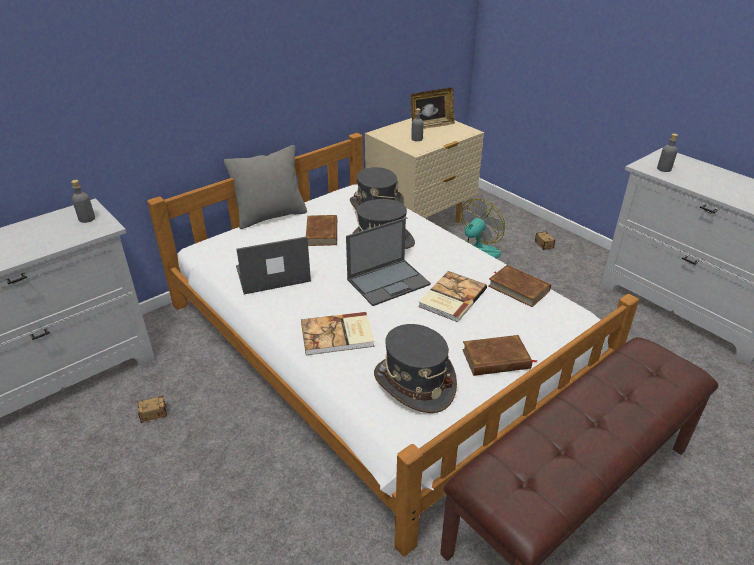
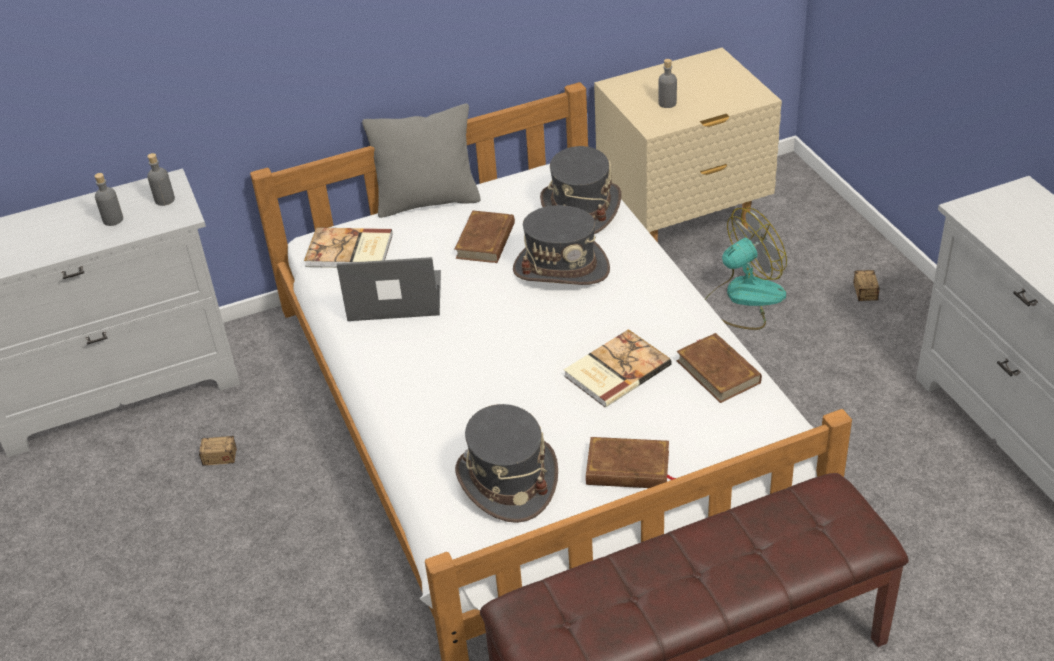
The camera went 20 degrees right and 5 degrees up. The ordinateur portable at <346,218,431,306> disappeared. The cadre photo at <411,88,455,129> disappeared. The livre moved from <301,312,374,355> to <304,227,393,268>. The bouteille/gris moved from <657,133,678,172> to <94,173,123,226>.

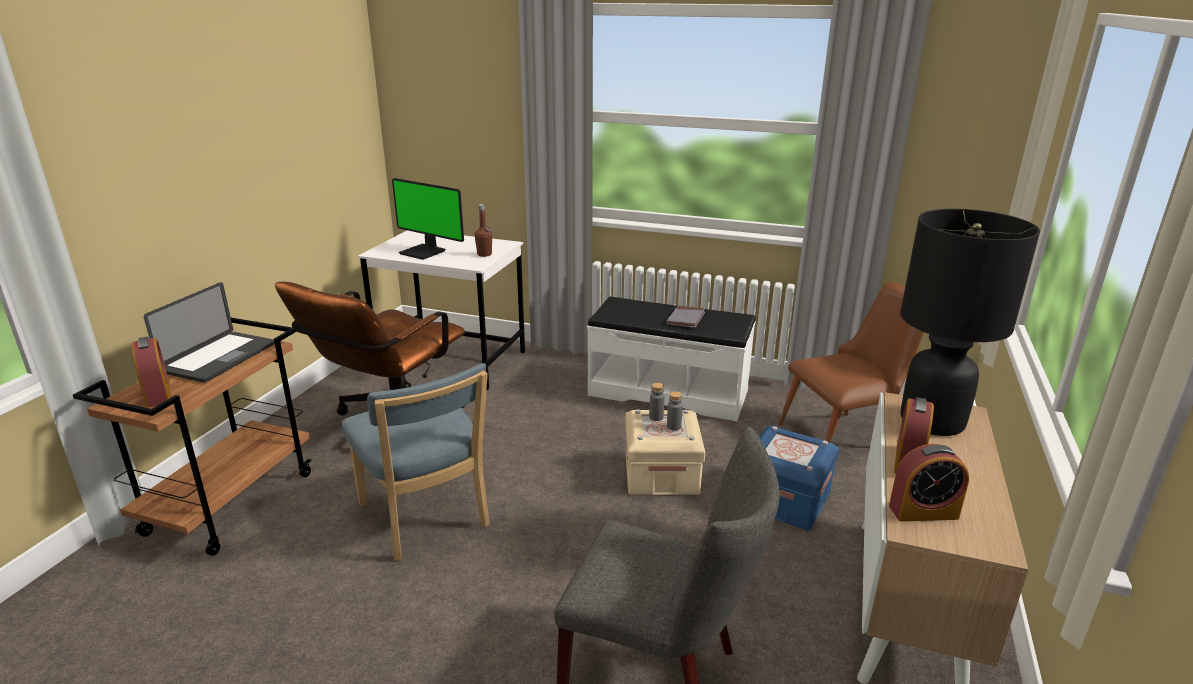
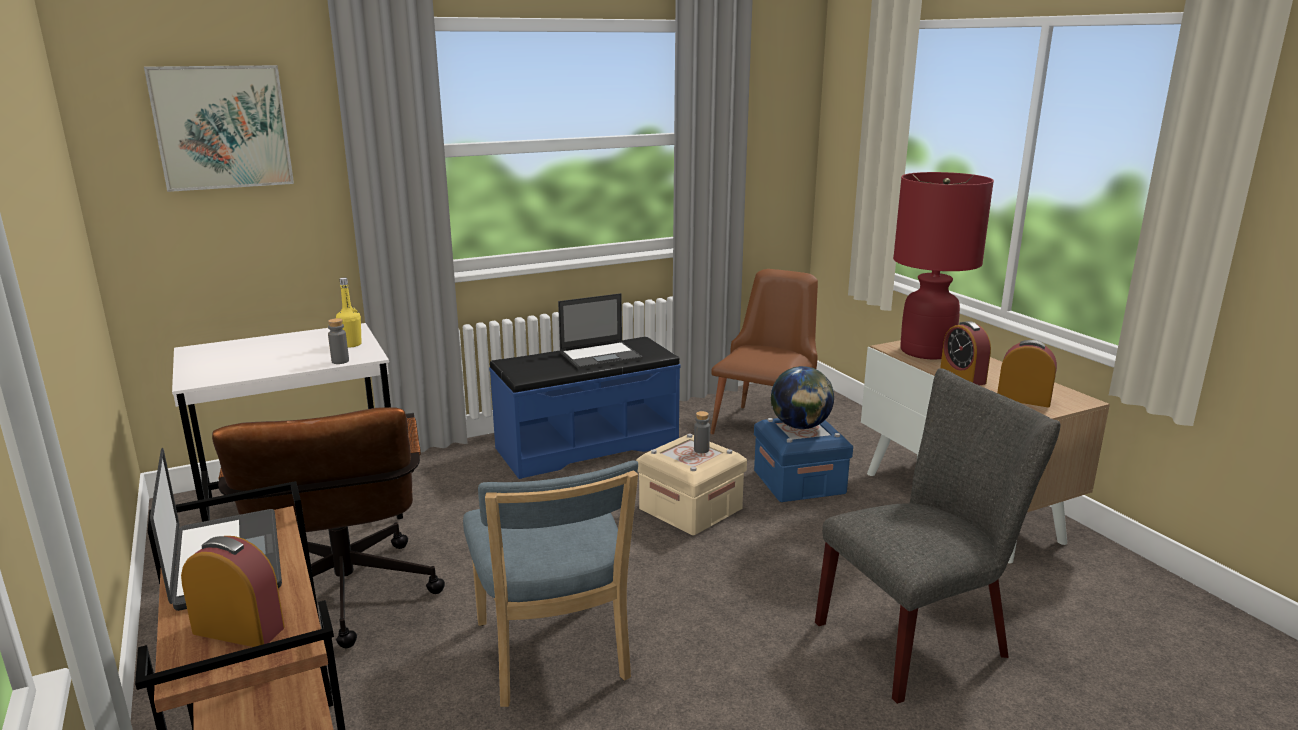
The camera went 45 degrees left and 5 degrees down. The écran d'ordinateur at <392,178,464,260> disappeared. The tableau at <144,65,294,192> appeared. The globe at <771,366,834,429> appeared. The bouteille/gris moved from <649,383,665,421> to <328,318,349,364>. The livre/gris at <666,306,705,328> was replaced by the ordinateur portable at <558,293,643,370>. The bouteille/marron at <474,204,492,257> became the bouteille/jaune at <336,278,361,347>. The banc/blanc at <587,296,756,422> became the banc/bleu at <489,337,681,479>. The lampe de table/noir at <900,209,1040,436> became the lampe de table/rouge at <893,172,994,359>. The chaise/bleu at <342,363,490,561> turned 60 degrees clockwise. The réveil at <889,444,969,522> turned 105 degrees counterclockwise.

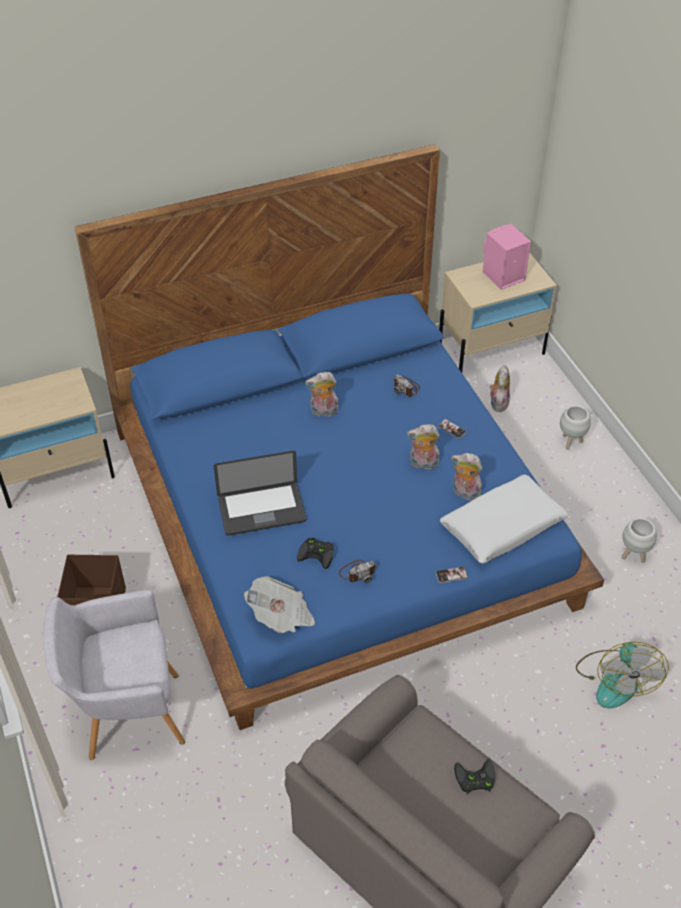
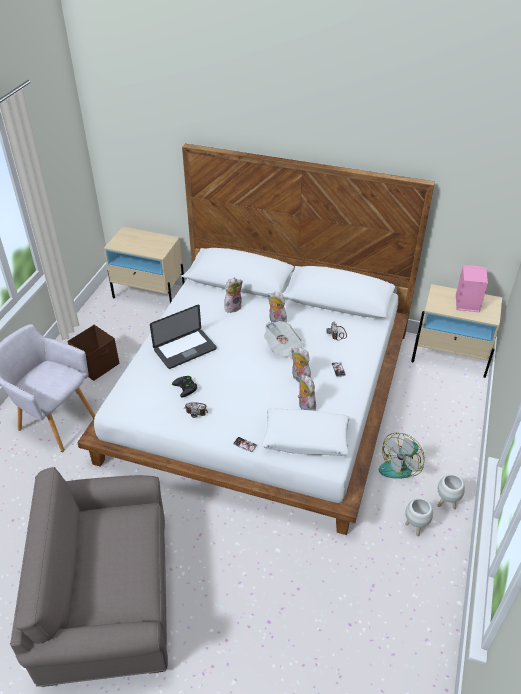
The camera went 40 degrees right and 5 degrees down. The manette/noir at <454,759,495,794> disappeared. The journal moved from <244,576,315,634> to <264,321,304,360>. The peluche moved from <489,365,510,412> to <224,278,243,313>. The cache-pot/blanc moved from <560,406,591,450> to <437,474,465,509>. The ventilateur moved from <576,642,669,709> to <379,433,425,479>. The lit/bleu at <75,144,604,730> became the lit/blanc at <77,144,435,535>. The ordinateur portable at <214,451,306,536> turned 60 degrees counterclockwise.

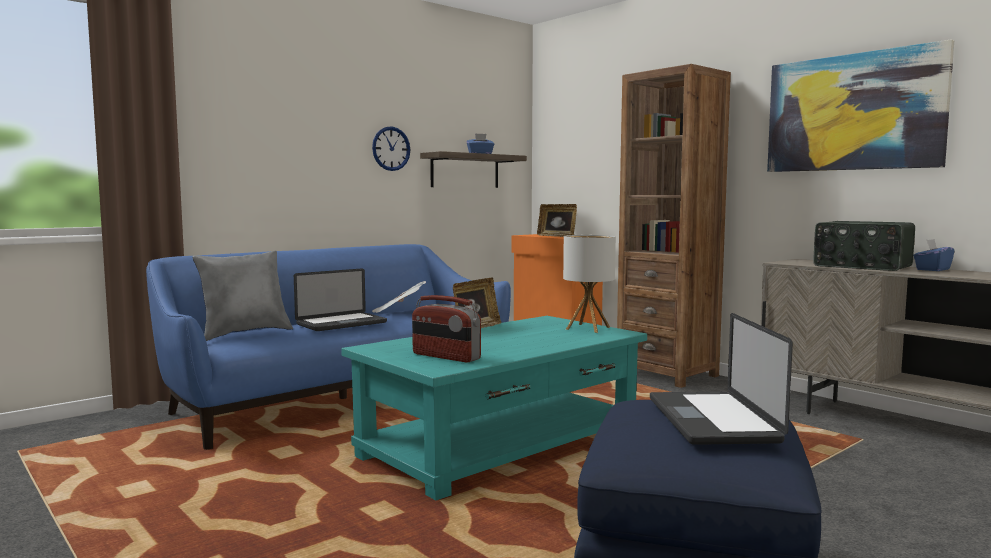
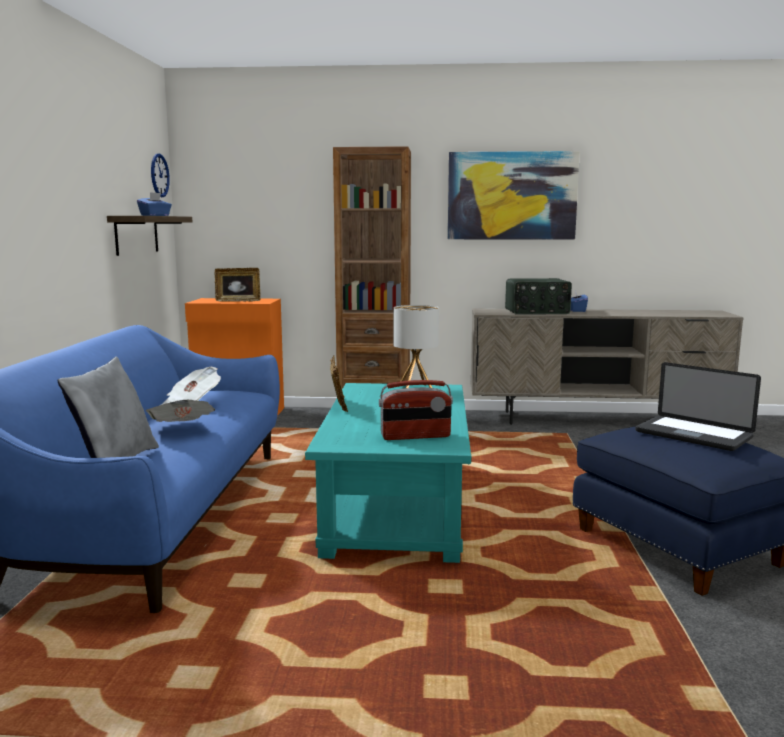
The camera went 45 degrees left and 5 degrees up. The horloge murale moved from <372,126,410,171> to <151,153,170,197>. The ordinateur portable at <294,269,387,331> was replaced by the journal at <145,400,215,422>.

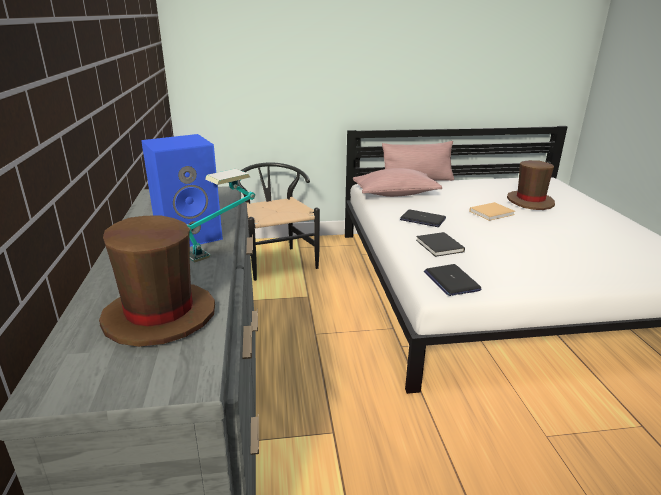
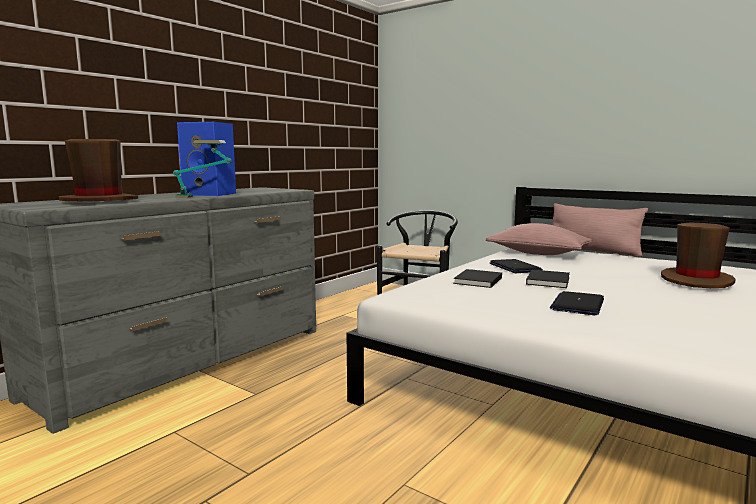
The camera went 45 degrees right and 15 degrees down. The livre/beige at <469,202,515,221> disappeared. The livre/noir at <526,270,570,288> appeared. The ordinateur portable moved from <424,264,482,296> to <550,291,604,315>.

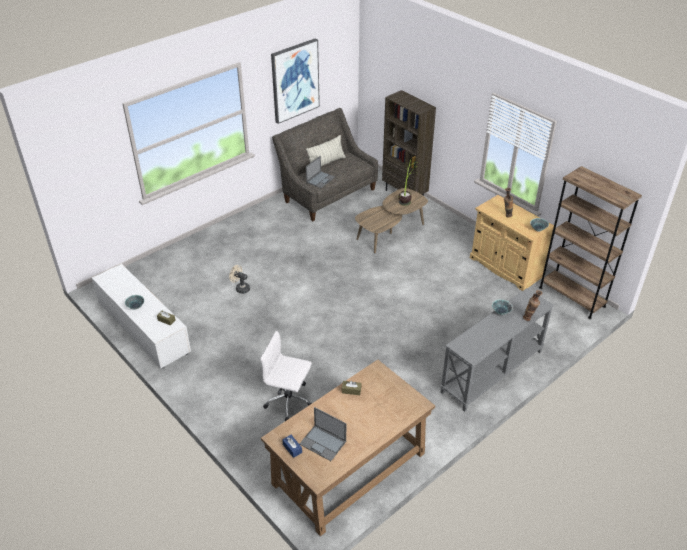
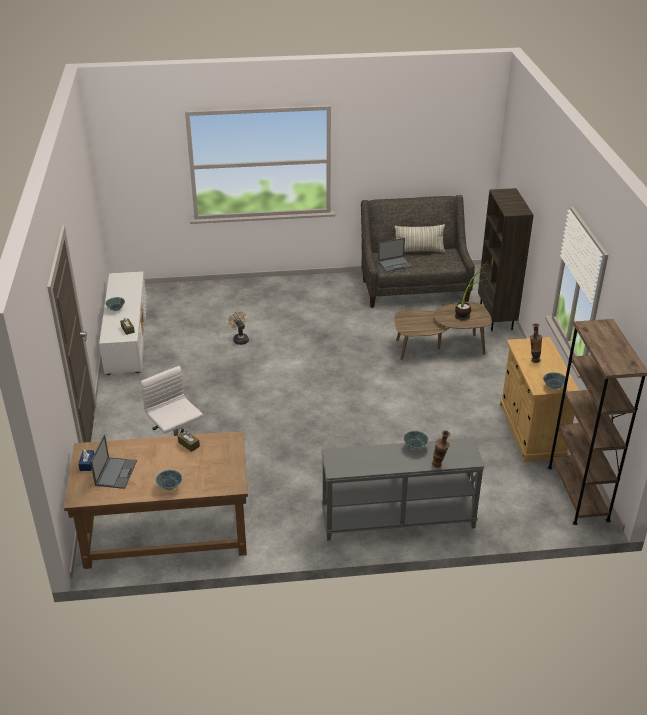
The camera went 35 degrees right and 5 degrees down. The tableau at <271,38,320,124> disappeared. The bol at <155,469,183,490> appeared. The ordinateur portable at <300,407,346,461> turned 150 degrees counterclockwise.

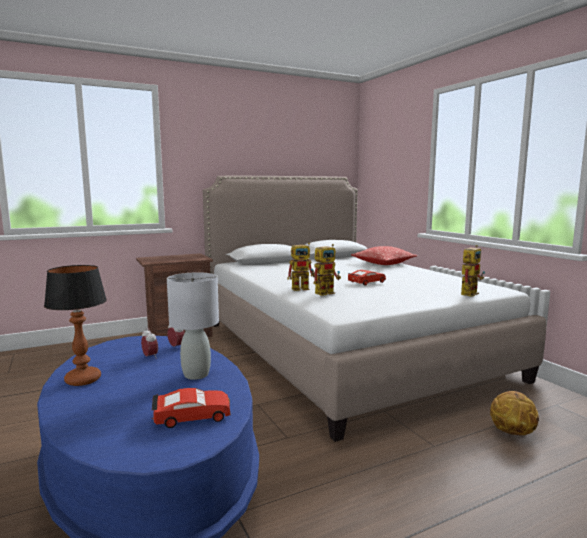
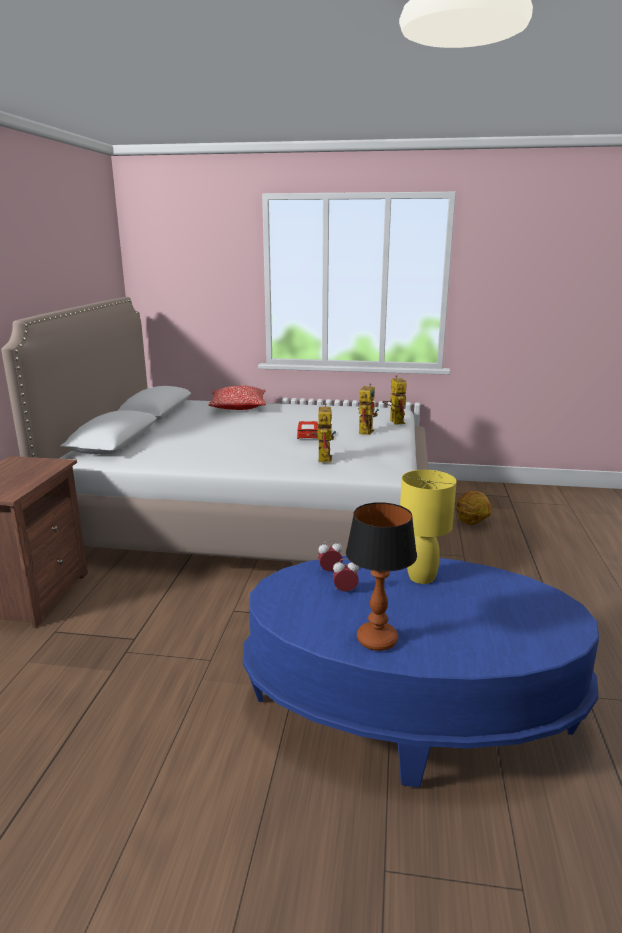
The camera went 55 degrees left and 10 degrees up. The petite voiture/rouge at <152,388,231,428> disappeared. The robot jouet moved from <287,243,315,291> to <358,383,379,435>. The lampe de table/gris at <167,272,219,380> became the lampe de table/jaune at <400,470,457,584>.

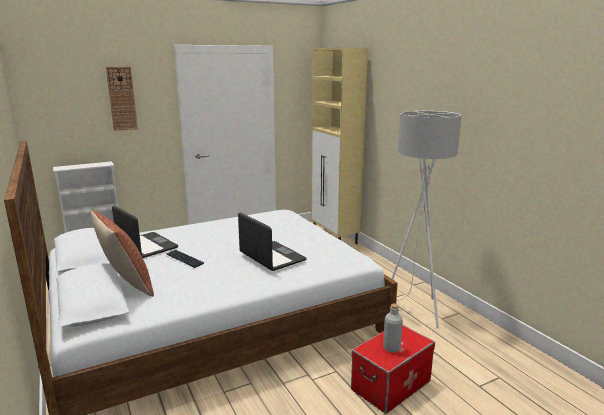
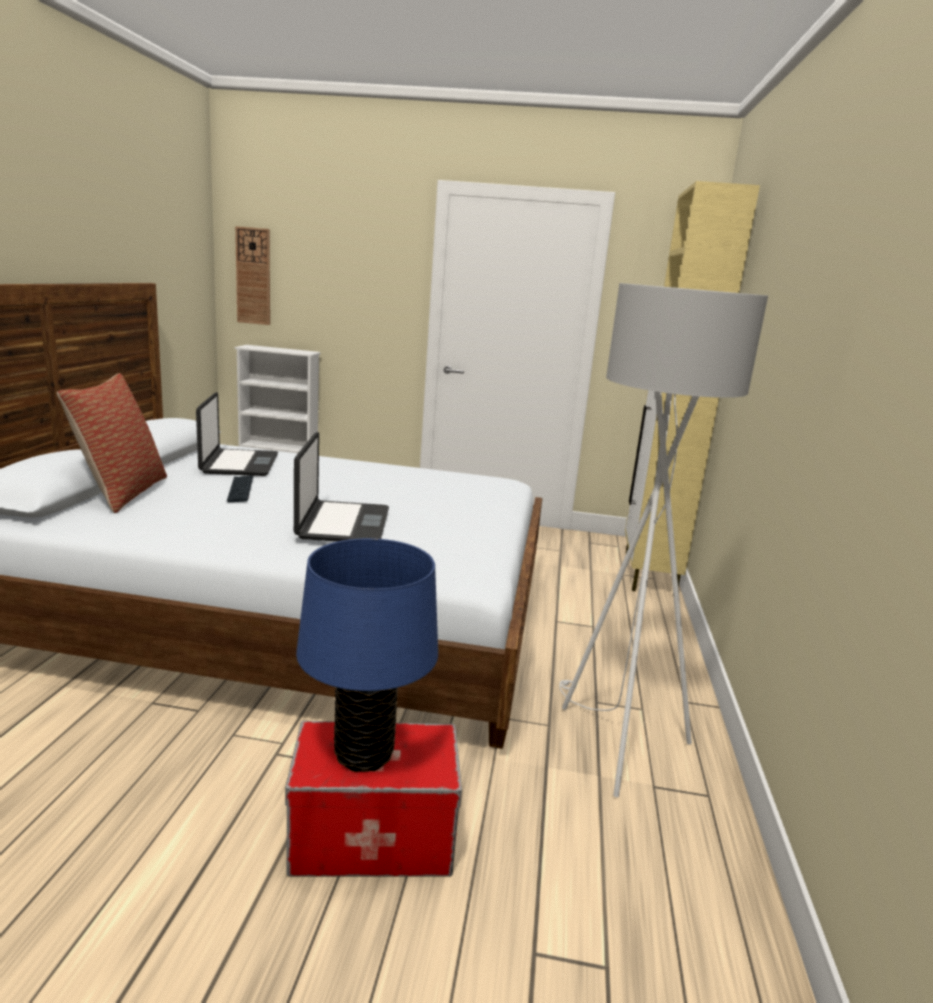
The camera went 35 degrees right and 0 degrees up. The horloge murale moved from <106,66,138,131> to <235,226,270,325>. The bouteille/gris at <383,303,403,352> was replaced by the lampe de table/bleu at <296,538,438,772>.

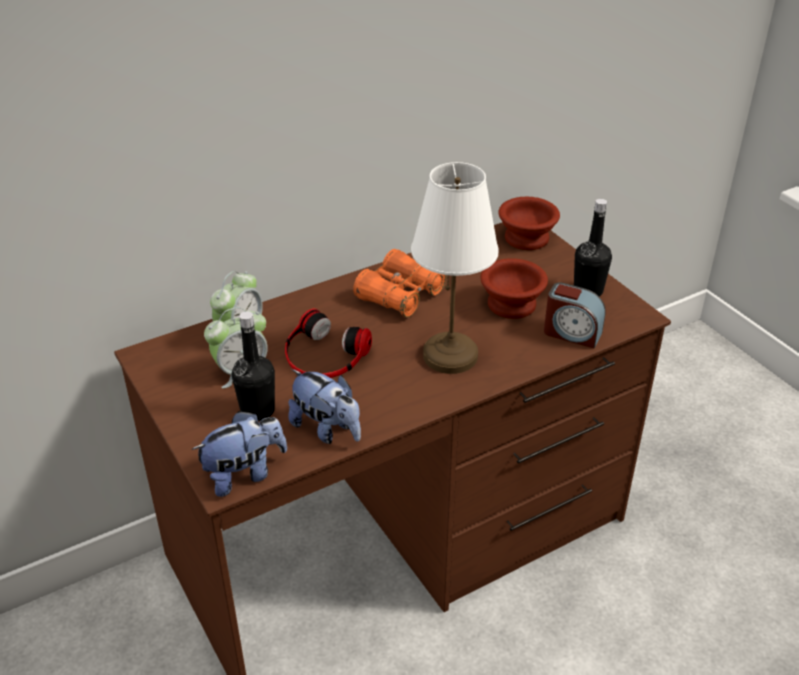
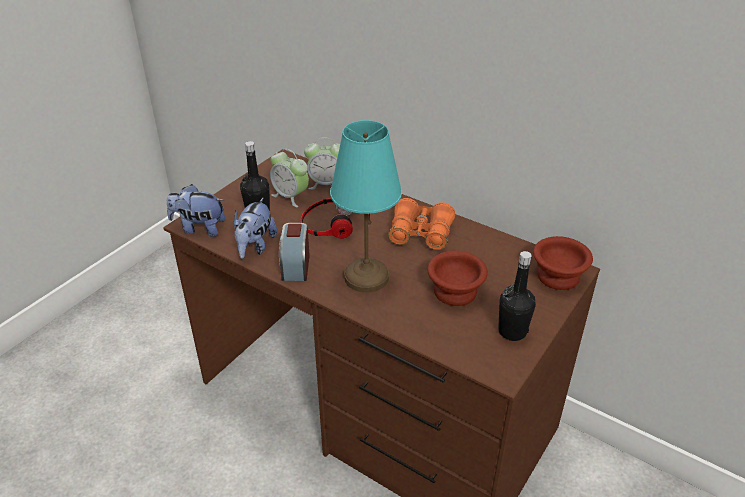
The camera went 65 degrees right and 0 degrees up. The réveil moved from <544,282,606,348> to <279,223,310,281>. The lampe de table/blanc at <411,162,499,374> became the lampe de table/turquoise at <330,120,402,293>. The peluche at <192,411,287,497> turned 150 degrees clockwise.

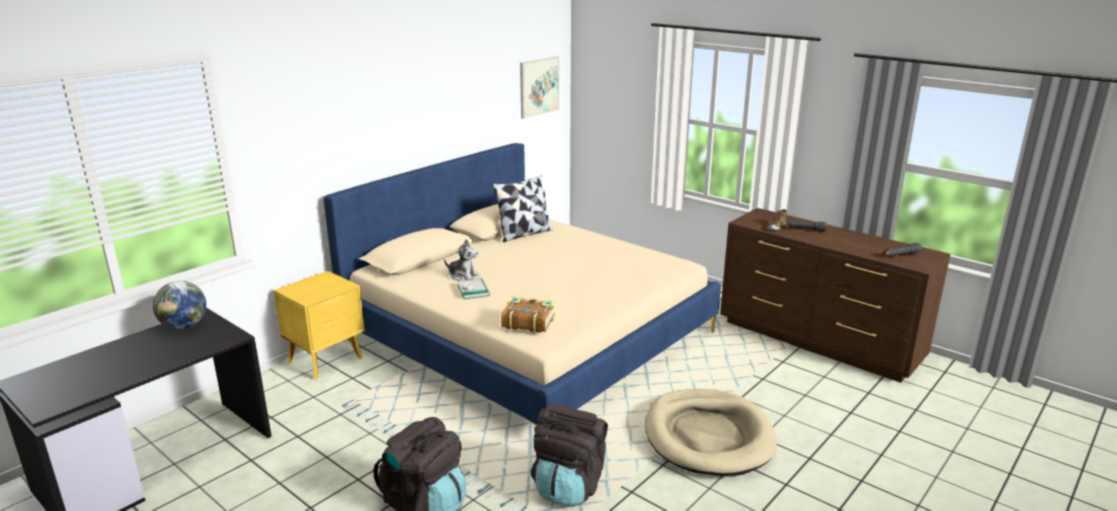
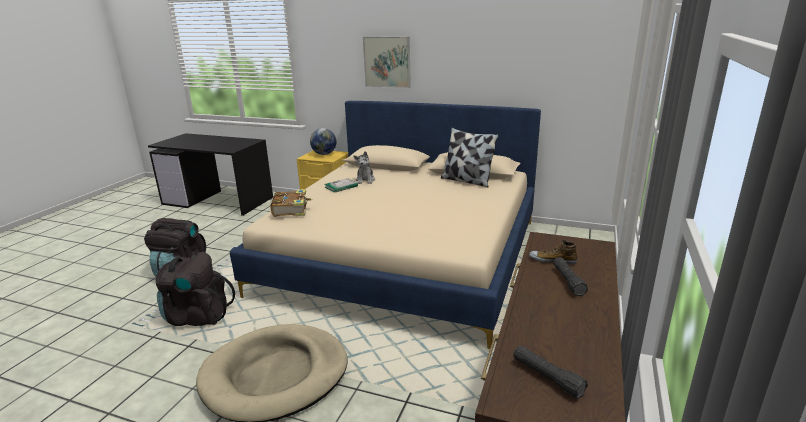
The camera went 70 degrees right and 0 degrees up. The globe moved from <153,281,206,329> to <310,128,336,155>. The tableau moved from <520,56,559,119> to <363,37,411,88>.

